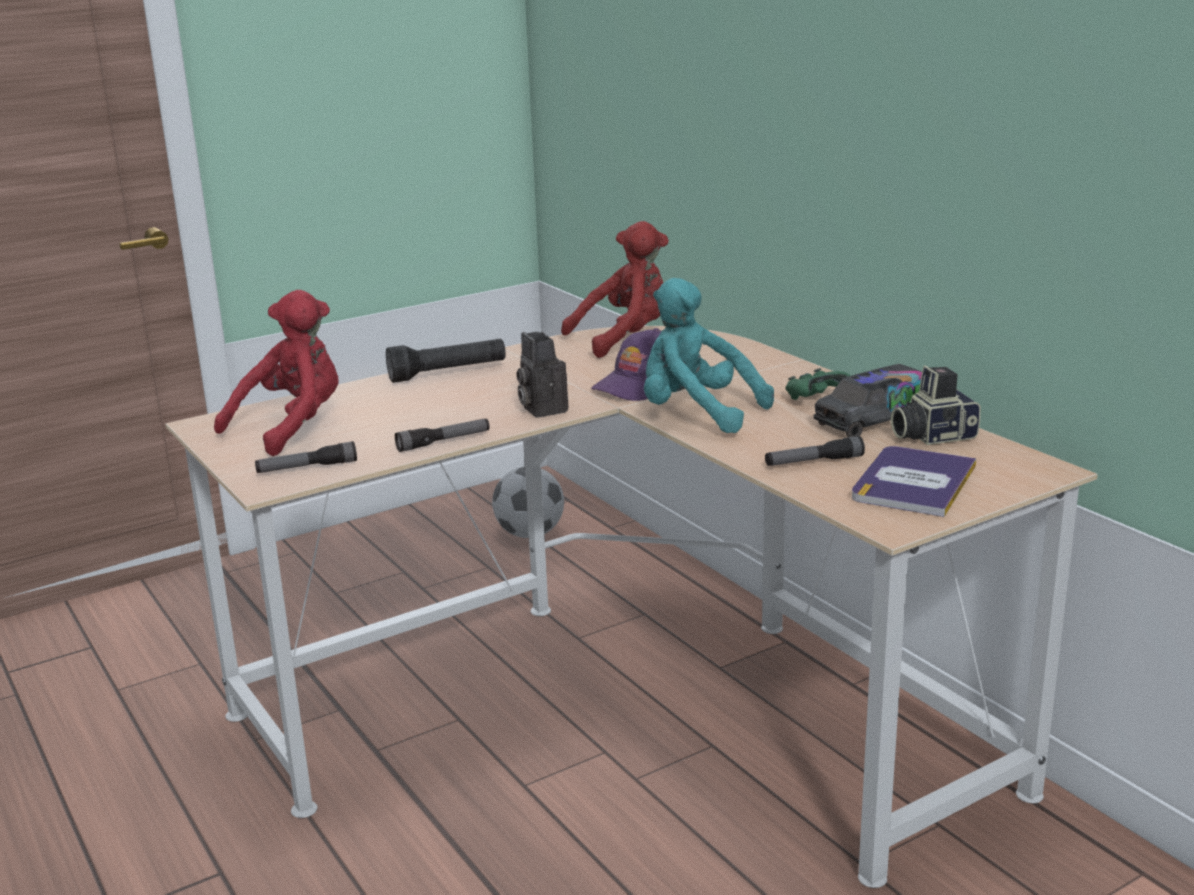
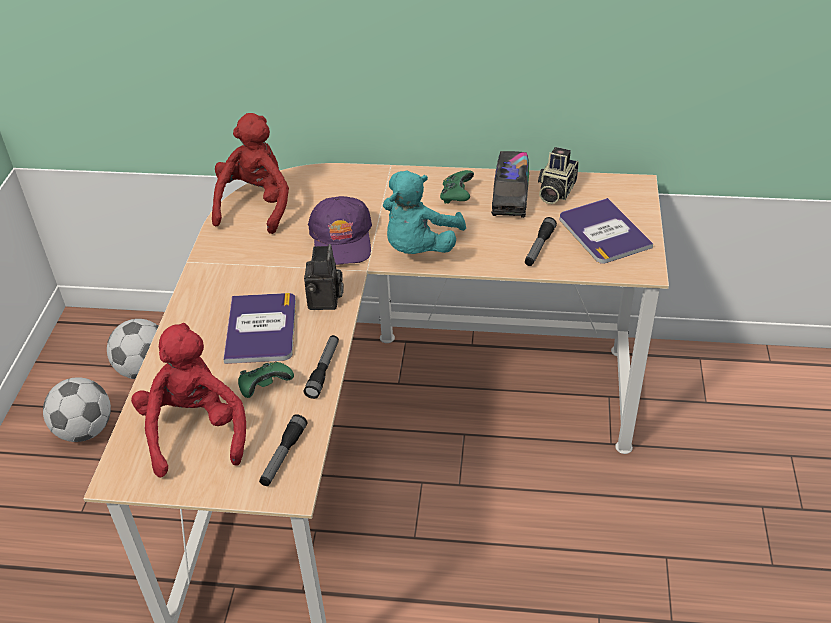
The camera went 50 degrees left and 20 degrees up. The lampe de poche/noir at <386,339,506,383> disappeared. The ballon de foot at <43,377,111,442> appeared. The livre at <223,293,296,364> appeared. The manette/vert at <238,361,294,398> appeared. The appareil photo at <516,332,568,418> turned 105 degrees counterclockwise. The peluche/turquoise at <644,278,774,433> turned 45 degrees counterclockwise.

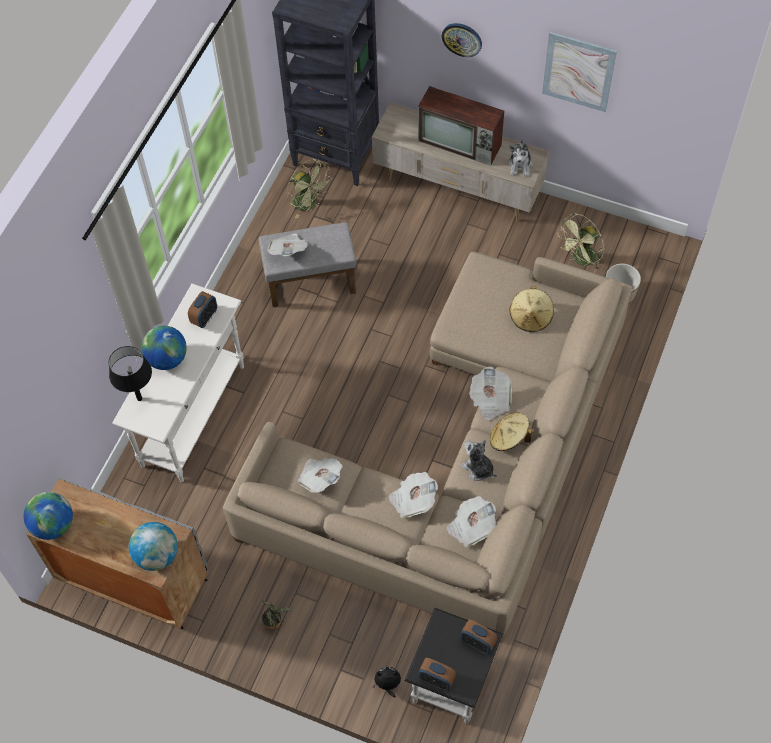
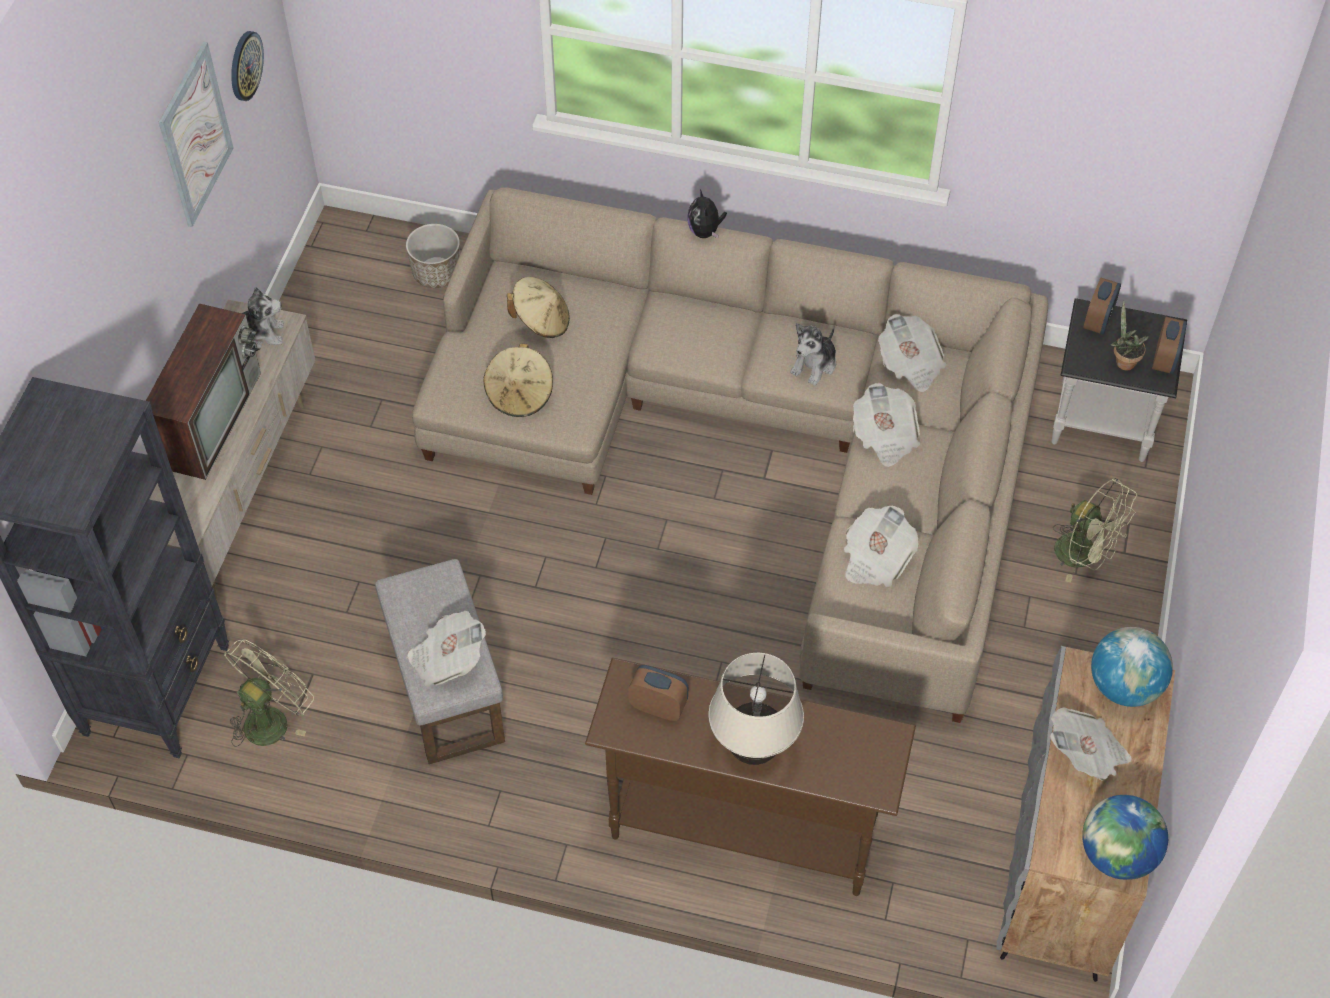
The camera went 100 degrees left and 5 degrees down. The lampe de table/noir at <109,346,152,401> disappeared. The plante en pot moved from <261,601,293,629> to <1110,301,1149,371>. The peluche moved from <373,667,401,698> to <688,189,727,238>. The horloge murale moved from <442,23,482,57> to <231,31,264,101>. The journal moved from <469,367,512,421> to <1050,707,1131,781>. The chapeau/beige moved from <490,412,532,451> to <484,343,553,417>. The ventilateur/vert moved from <557,213,604,270> to <1053,478,1137,583>. The globe at <142,326,187,370> was replaced by the lampe de table/beige at <709,653,804,765>. The table console/blanc at <112,283,244,482> became the table console/marron at <585,658,916,896>.

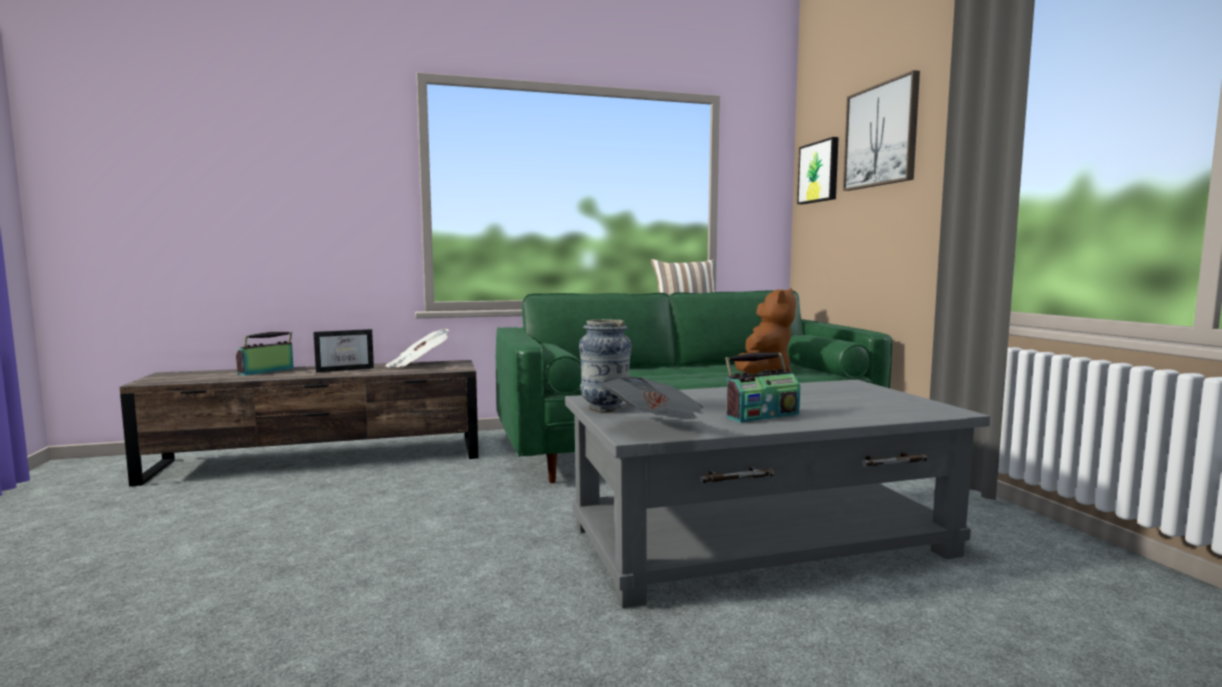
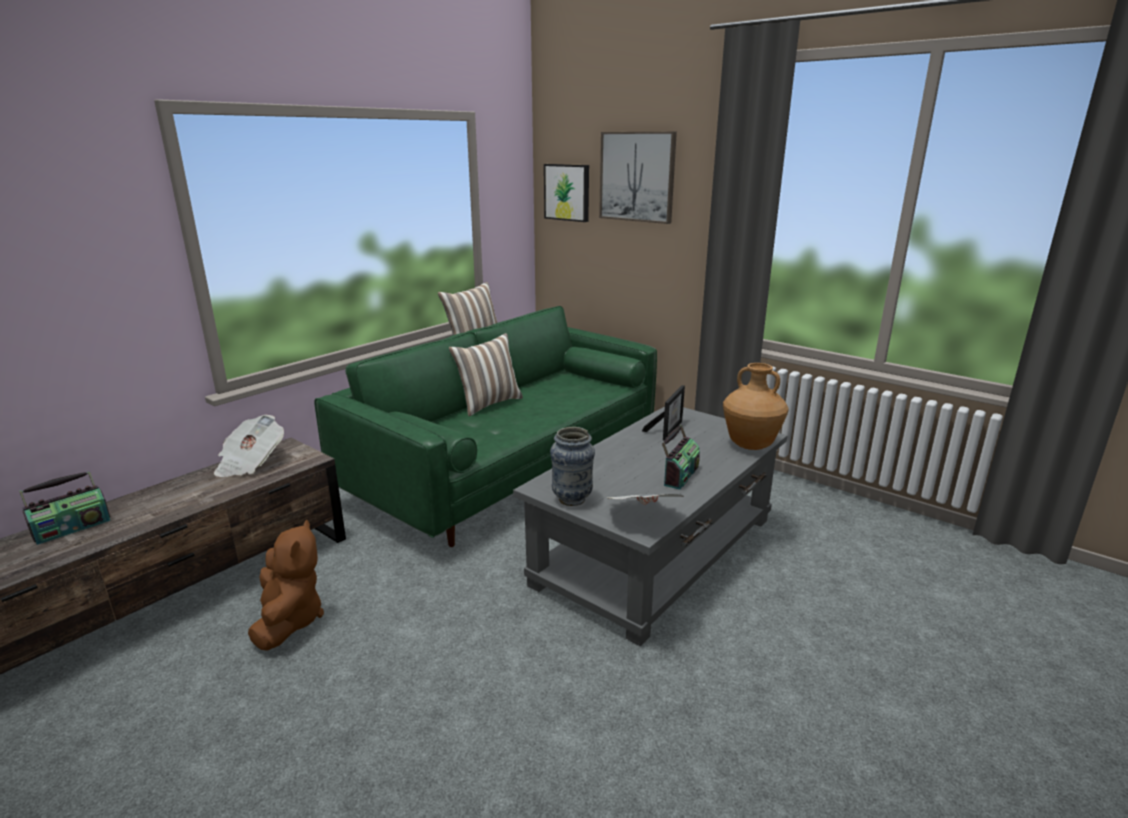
The camera went 35 degrees left and 15 degrees up. The coussin at <449,333,523,416> appeared. The vase/marron at <723,363,789,450> appeared. The cadre photo moved from <313,329,374,373> to <642,385,685,441>. The peluche/marron moved from <734,288,796,374> to <248,520,324,651>. The radio at <236,331,294,375> turned 135 degrees counterclockwise.

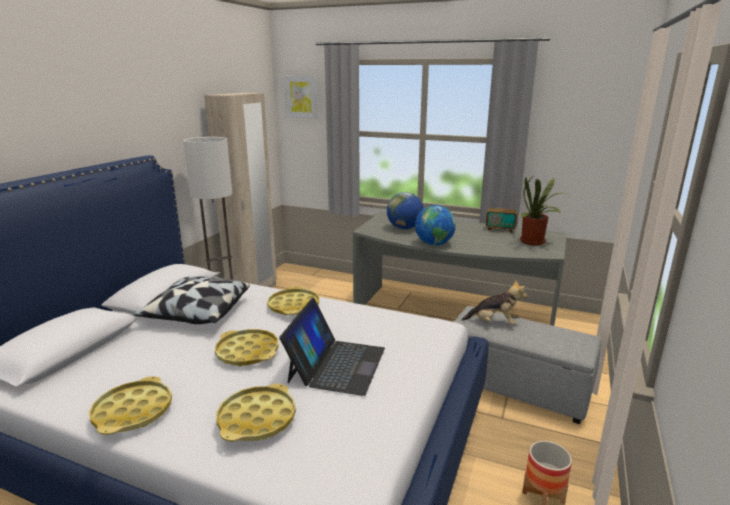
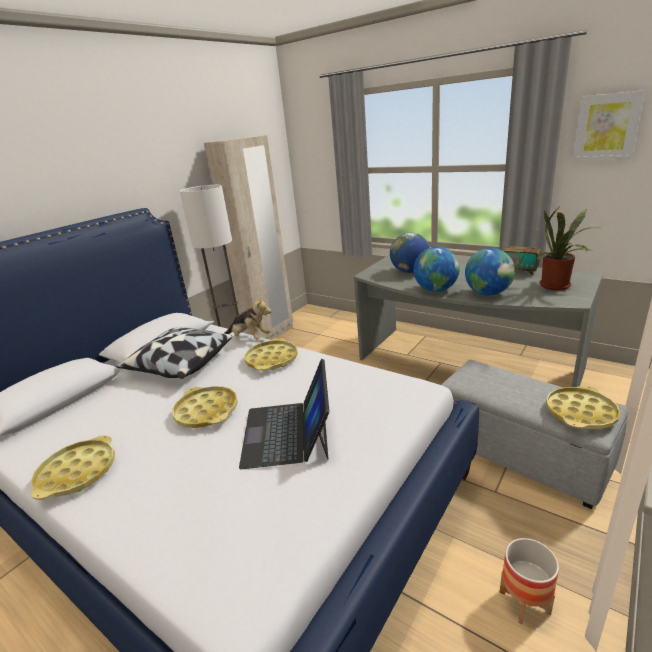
The camera went 15 degrees right and 5 degrees up. The globe at <465,248,515,296> appeared. The plateau/jaune moved from <216,384,296,442> to <546,385,620,429>. The tableau moved from <284,76,318,119> to <573,90,645,160>. The peluche moved from <462,280,527,325> to <224,295,272,339>. The ordinateur portable at <279,298,385,396> turned 150 degrees clockwise.

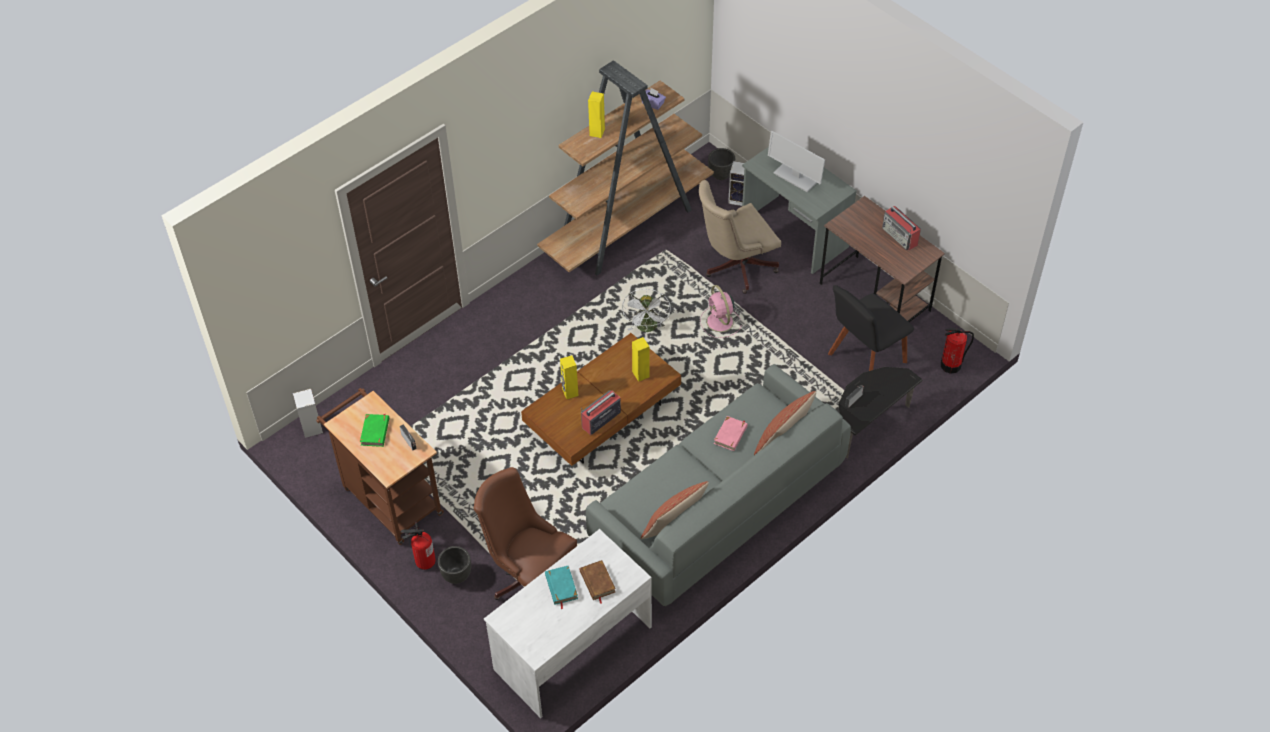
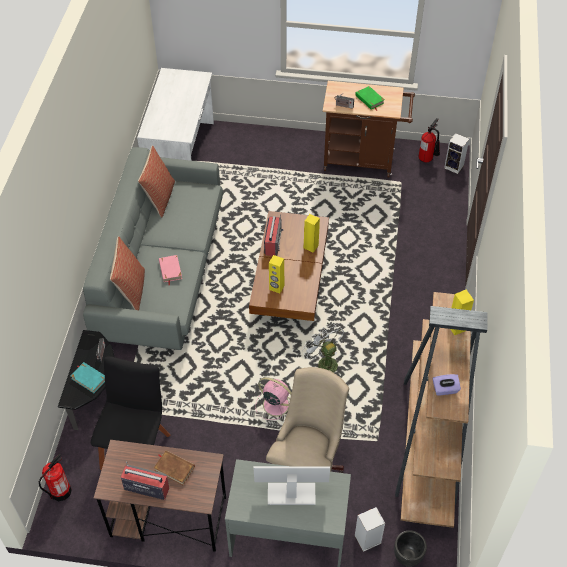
The camera went 140 degrees right and 0 degrees up. The cache-pot/noir at <438,546,471,584> disappeared. The chaise de bureau/marron at <474,467,577,600> disappeared. The extincteur moved from <401,522,436,570> to <419,118,440,162>. The livre/turquoise moved from <545,566,578,609> to <71,362,105,393>. The livre/marron moved from <579,560,615,604> to <154,450,195,485>.

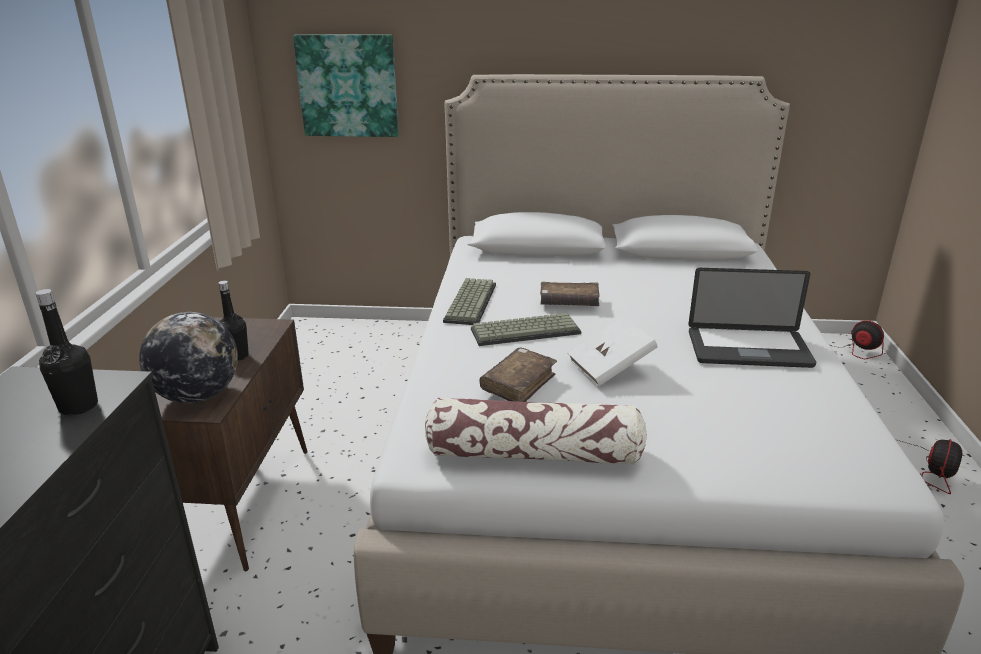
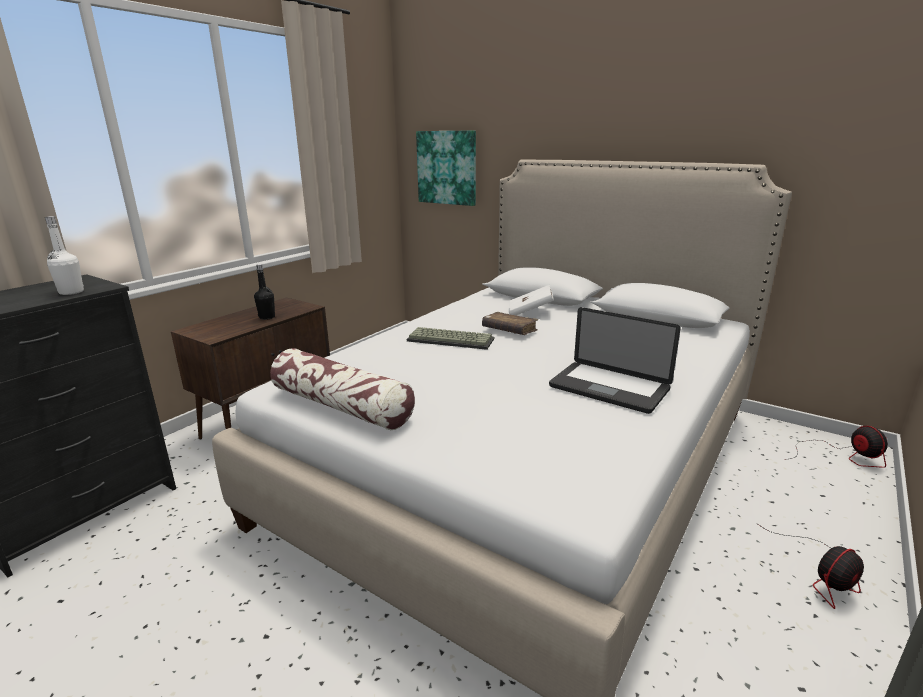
The camera went 30 degrees right and 5 degrees down. The globe at <139,312,238,404> disappeared. The clavier at <443,278,496,325> disappeared. The livre/marron at <480,347,557,402> disappeared. The livre/blanc moved from <568,316,657,387> to <509,285,554,315>. The bouteille/noir at <35,289,98,415> became the bouteille/blanc at <45,216,84,295>.

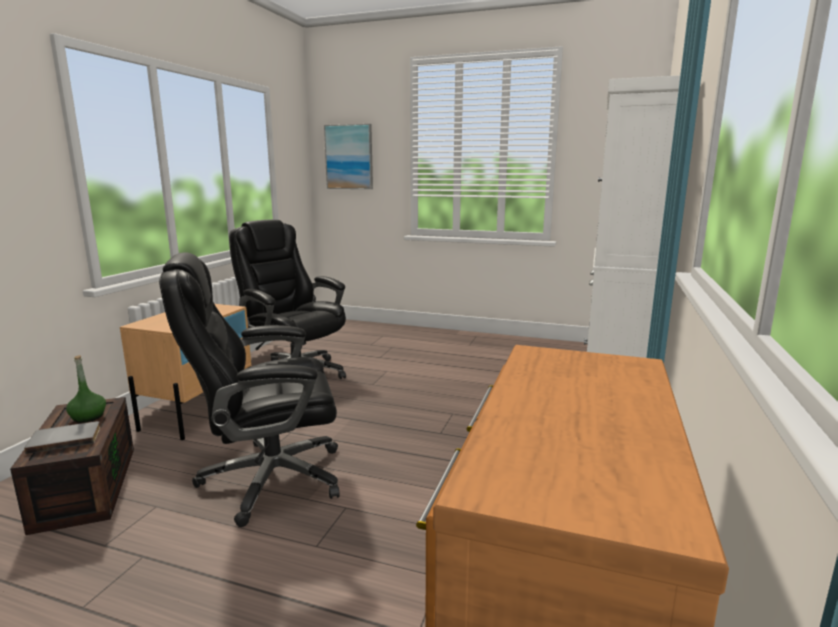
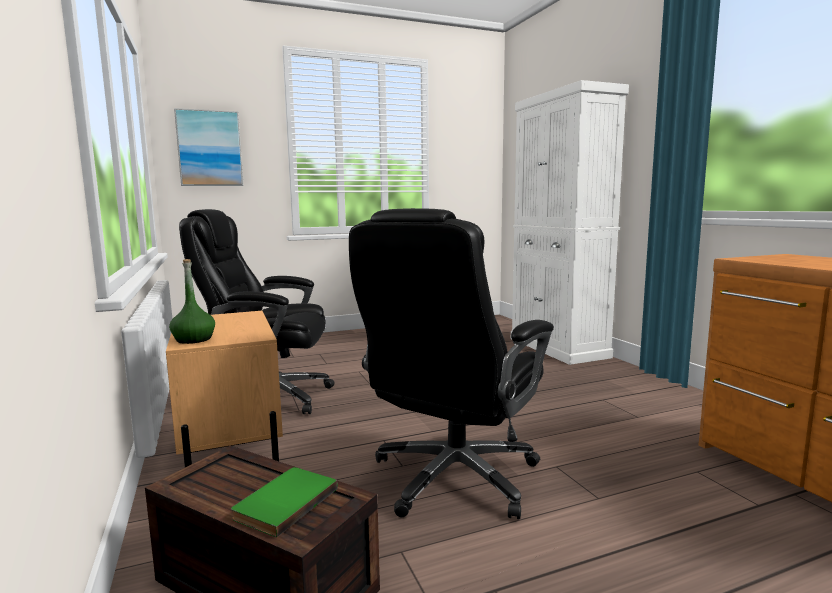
The camera went 40 degrees left and 5 degrees down. The bouteille/vert moved from <66,355,106,423> to <169,259,215,344>. The livre/gris at <24,421,100,454> became the livre/vert at <231,467,338,537>.

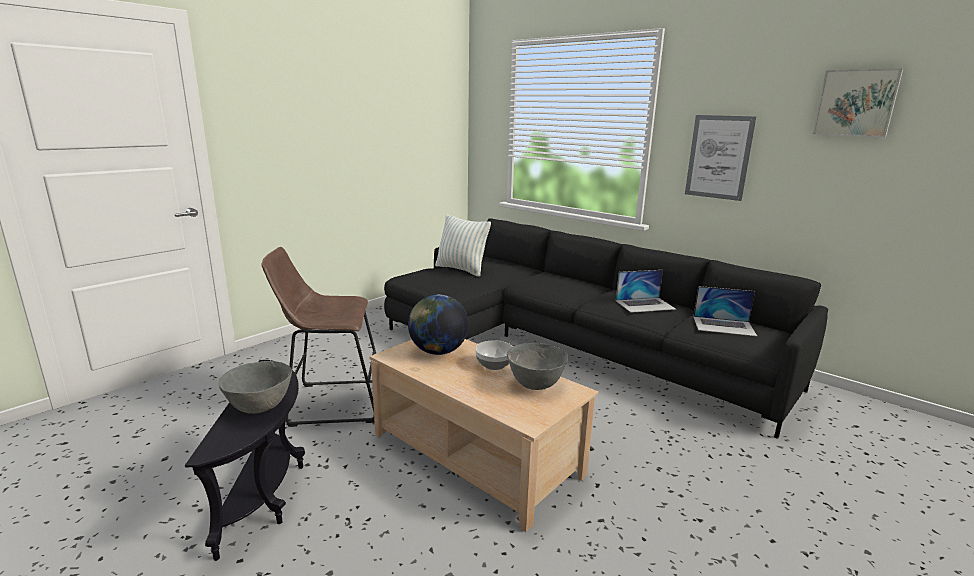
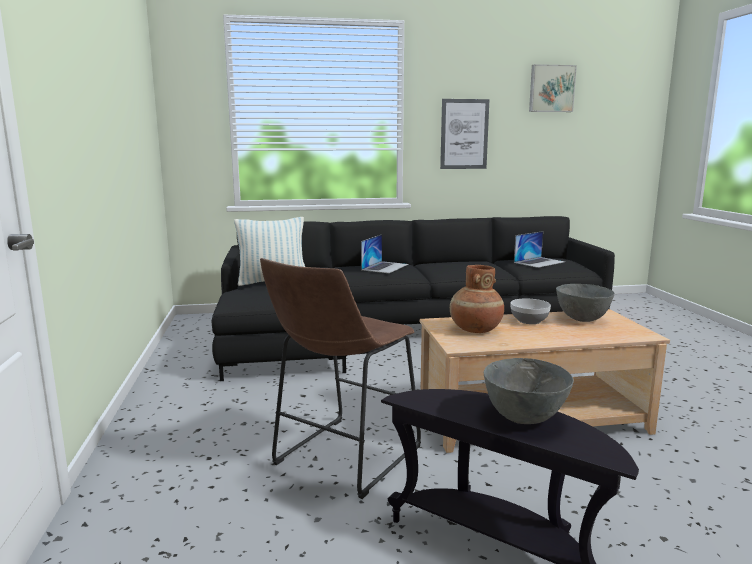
The camera went 50 degrees left and 5 degrees down. The ordinateur portable moved from <616,270,676,313> to <361,235,408,273>. The globe at <408,295,469,355> was replaced by the vase/marron at <450,265,504,333>.

